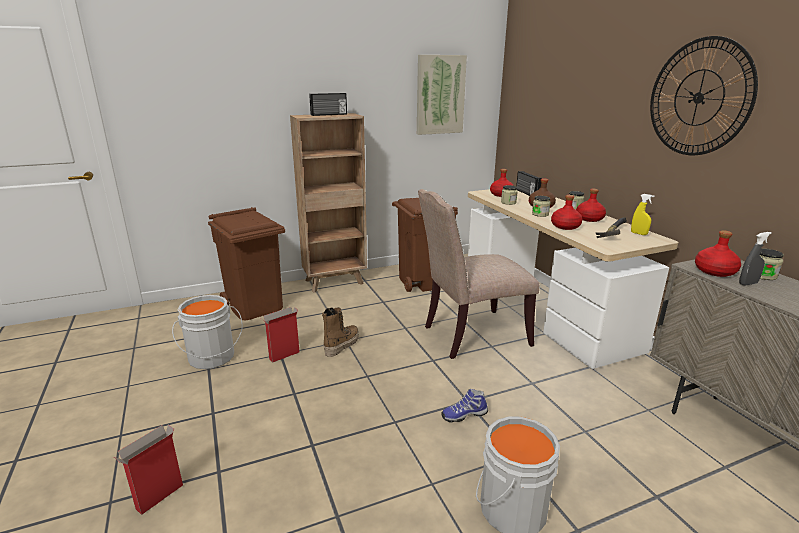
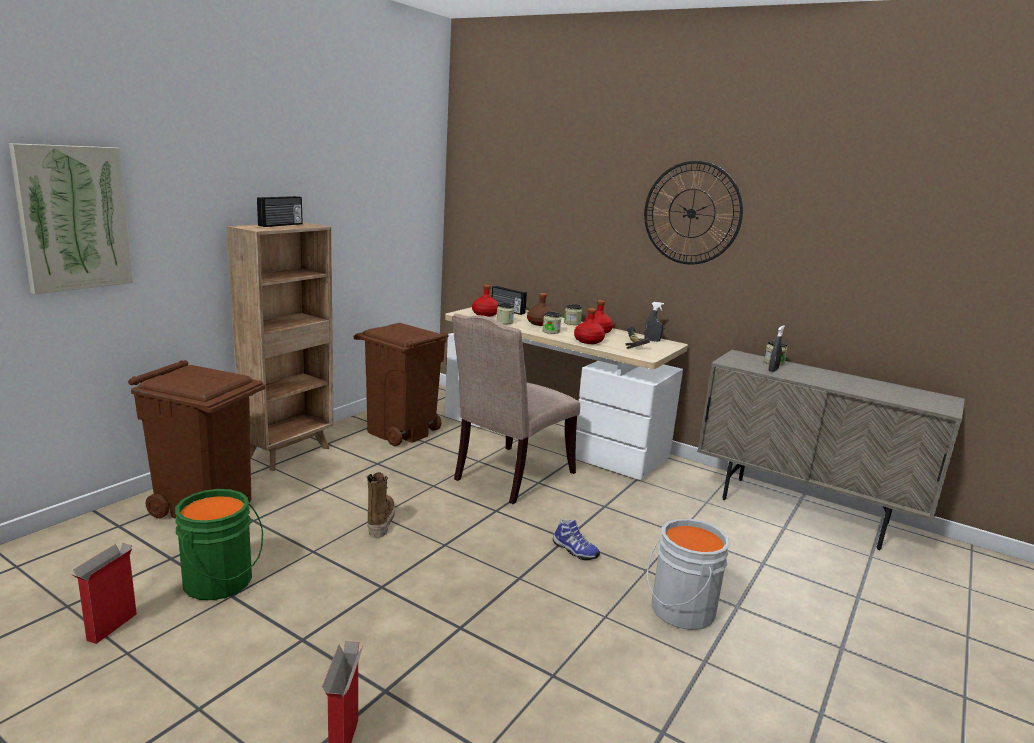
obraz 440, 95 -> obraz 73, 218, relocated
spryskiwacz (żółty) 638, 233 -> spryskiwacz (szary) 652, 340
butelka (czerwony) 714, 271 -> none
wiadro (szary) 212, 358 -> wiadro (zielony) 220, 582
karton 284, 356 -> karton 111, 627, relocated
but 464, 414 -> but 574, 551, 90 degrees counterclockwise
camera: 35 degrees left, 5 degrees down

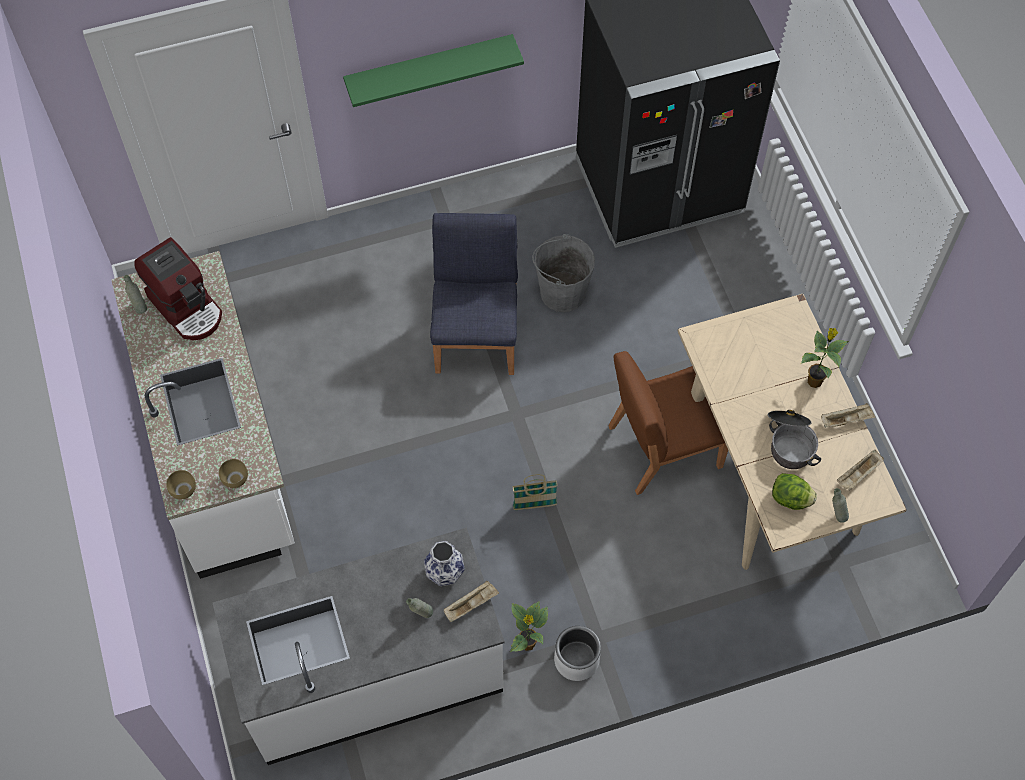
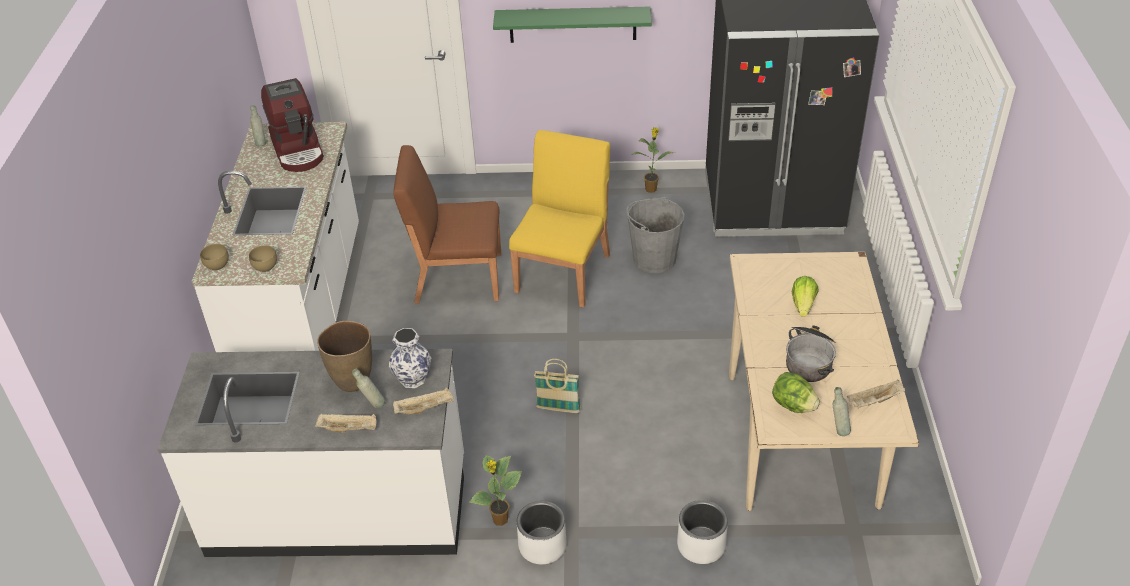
krzesło (niebieski) 477, 334 -> krzesło (żółty) 564, 272
roślina doniczkowa 814, 380 -> roślina doniczkowa 651, 188, relocated
krzesło (brązowy) 663, 446 -> krzesło (brązowy) 457, 277, relocated
taca (beżowy) 846, 420 -> taca (beżowy) 349, 429, relocated
none -> sałata 803, 305
none -> wazon (brązowy) 352, 380
none -> donica (biały) 701, 545
camera: 20 degrees right, 20 degrees down

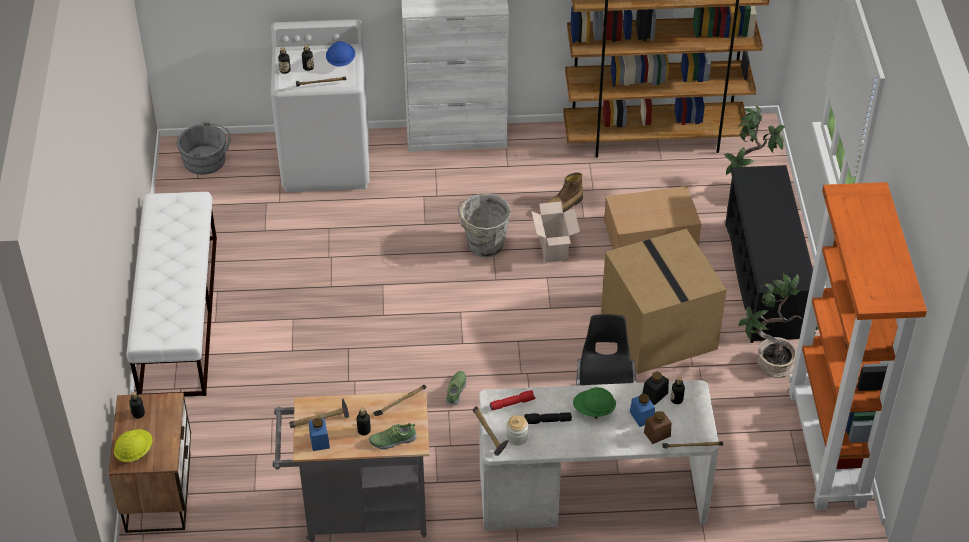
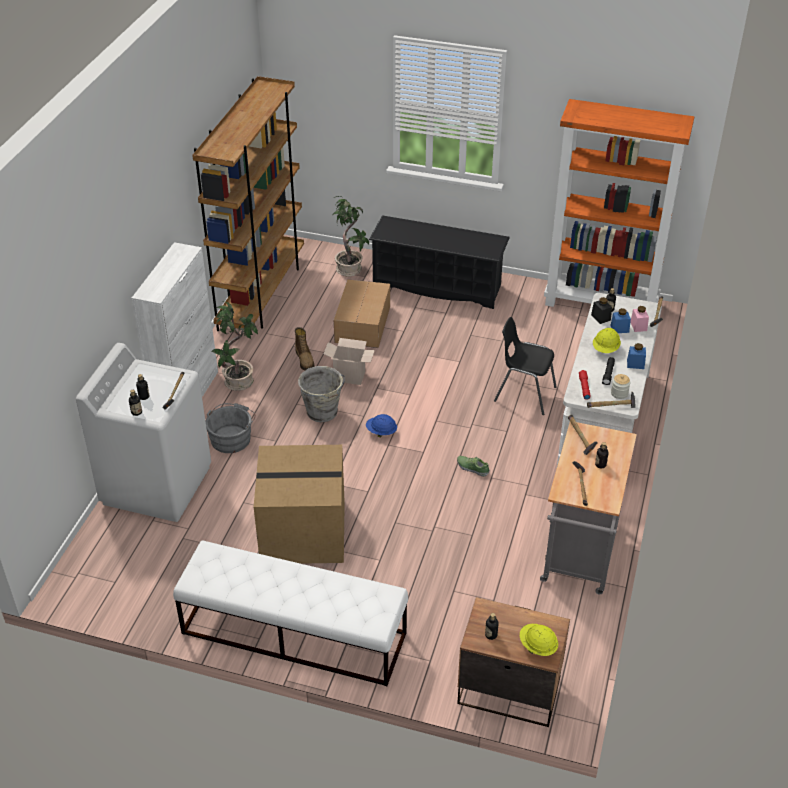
kask (niebieski) 340, 62 -> kask (niebieski) 381, 432, relocated
wiadro (szary) 207, 160 -> wiadro (szary) 232, 438, relocated
karton 660, 331 -> karton 304, 531, relocated
roślina doniczkowa 774, 365 -> roślina doniczkowa 239, 382, relocated
kask (zielony) 593, 410 -> kask (żółty) 605, 349
słoik (brązowy) 657, 434 -> słoik (różowy) 638, 326
słoik (niebieski) 319, 441 -> słoik (niebieski) 635, 364, relocated
but 392, 440 -> none
camera: 70 degrees left, 5 degrees down

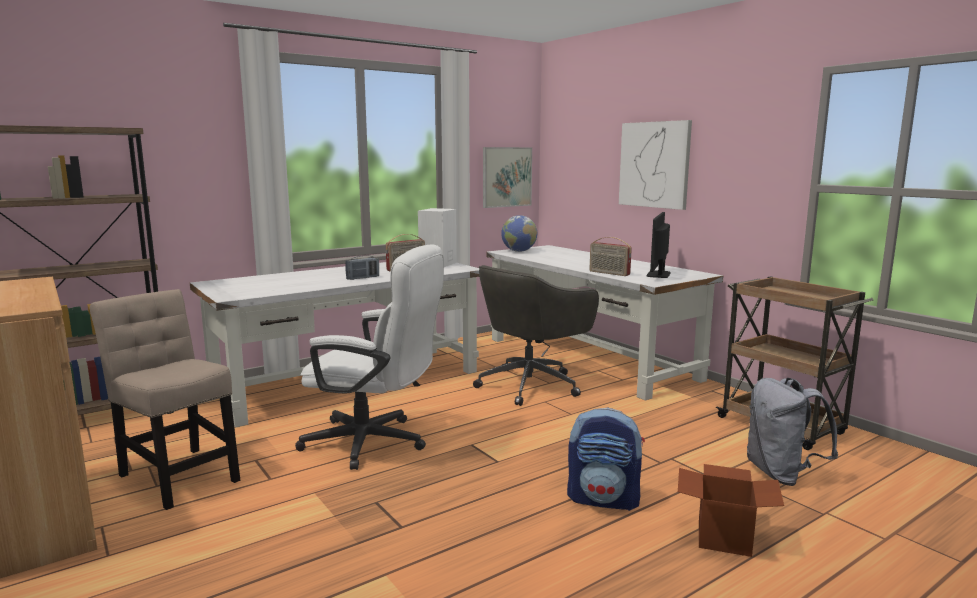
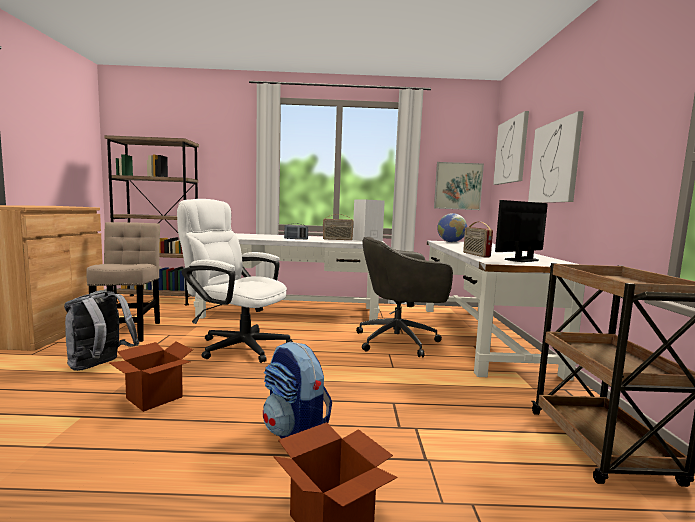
krzesło biurowe (biały) 375, 443 -> krzesło biurowe (biały) 236, 345, 150 degrees clockwise
plecak (szary) 781, 474 -> plecak (szary) 99, 366, relocated
none -> obraz 511, 151
none -> karton 154, 397
camera: 35 degrees right, 5 degrees down

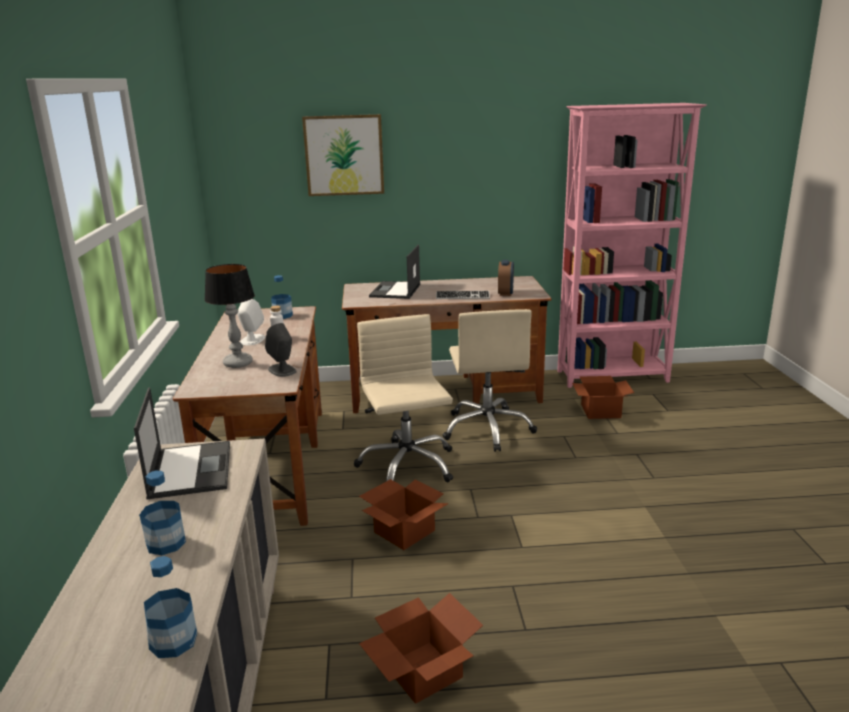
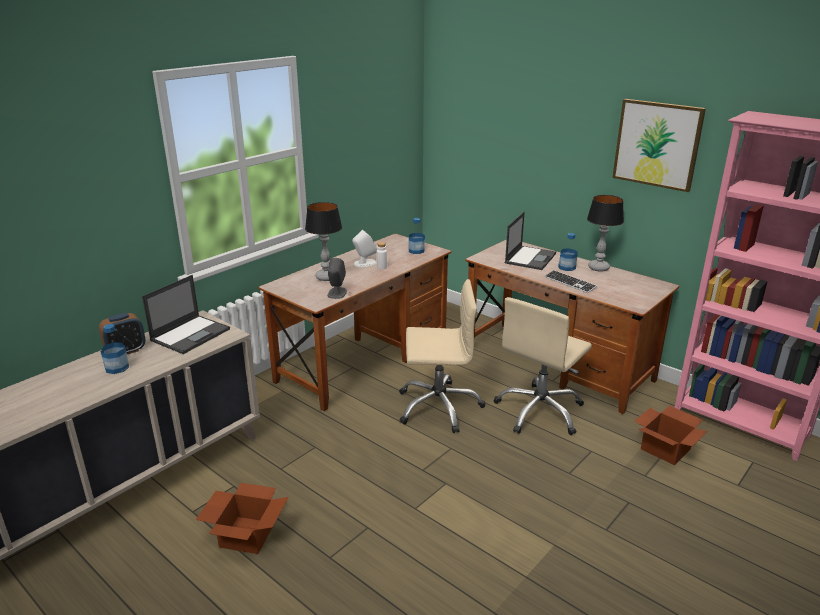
obraz 344, 155 -> obraz 657, 144, relocated
laptop 395, 291 -> laptop 530, 258, 150 degrees clockwise
budzik 505, 293 -> budzik 126, 351, relocated
krzesło biurowe (beżowy) 406, 465 -> krzesło biurowe (beżowy) 438, 406, 60 degrees clockwise
karton 404, 530 -> none
butelka 173, 641 -> butelka 566, 267, relocated
none -> lampa stołowa 598, 268
camera: 45 degrees right, 5 degrees up

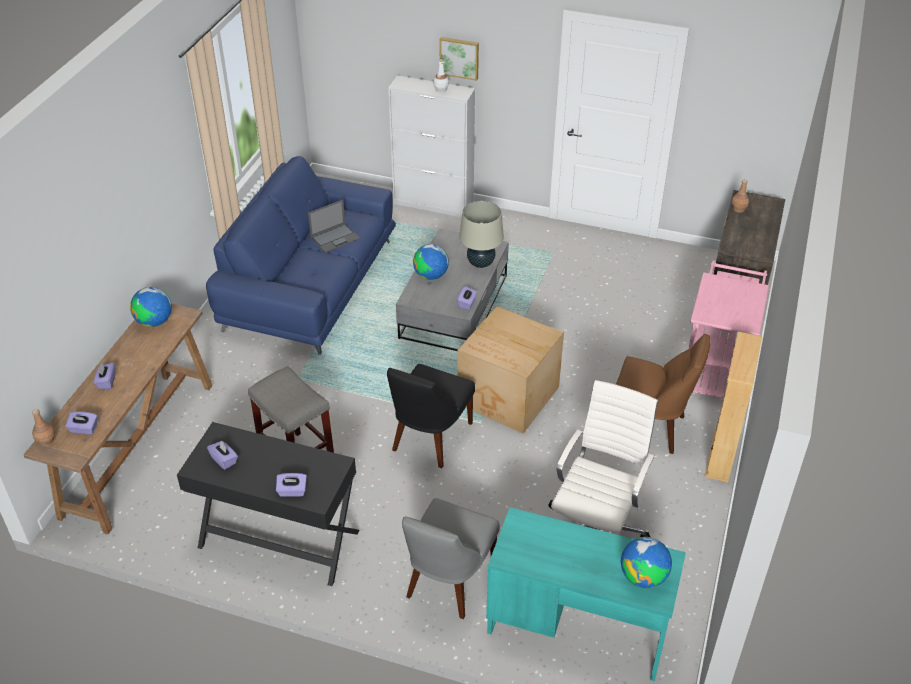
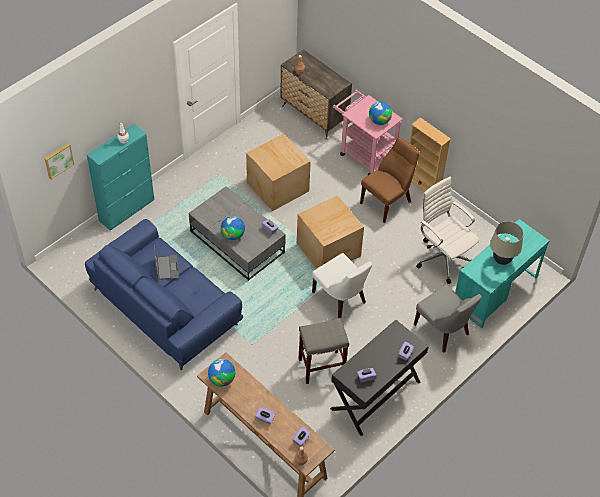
obraz 459, 57 -> obraz 58, 160, relocated
szafka (biały) 433, 204 -> szafka (turkusowy) 127, 210
lampa stołowa (beżowy) 480, 263 -> lampa stołowa (beżowy) 502, 259, relocated
krzesło (czarny) 429, 439 -> krzesło (biały) 340, 299
globus 643, 577 -> globus 379, 121, relocated
none -> karton 278, 186
camera: 65 degrees left, 10 degrees up

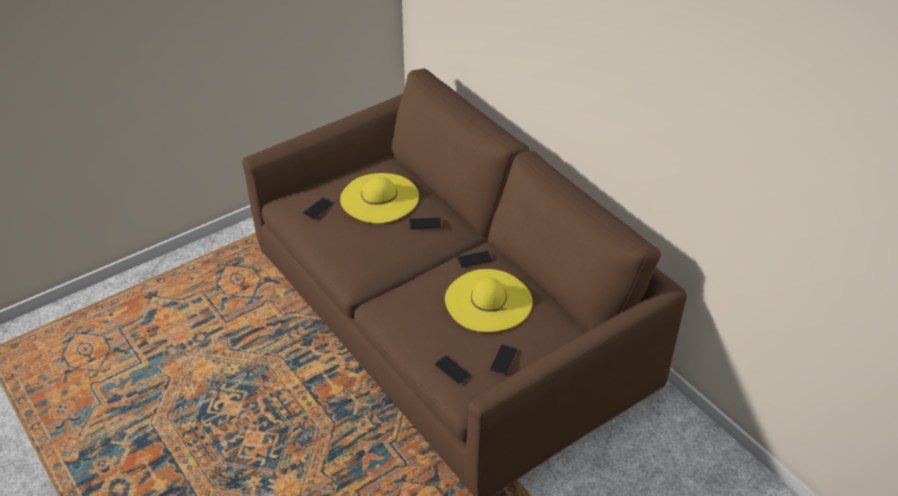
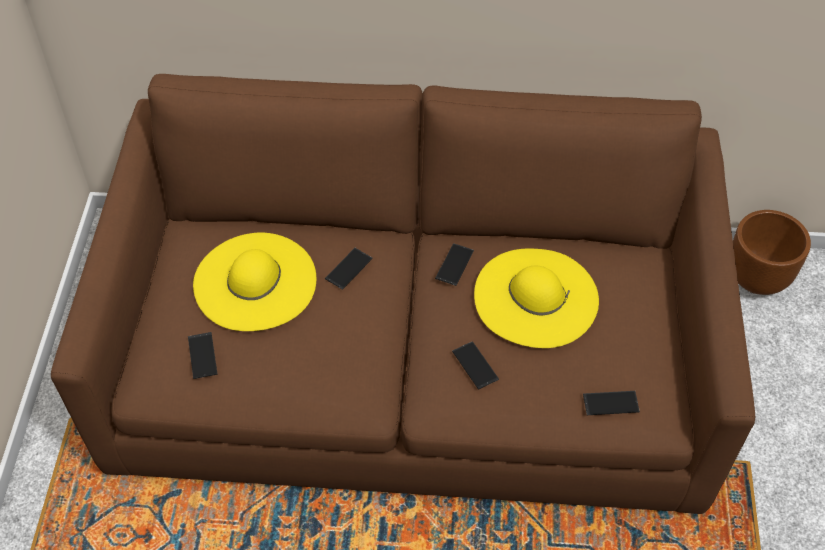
telefon 503, 359 -> telefon 475, 365, relocated
none -> donica (brązowy) 757, 278
camera: 50 degrees left, 10 degrees up

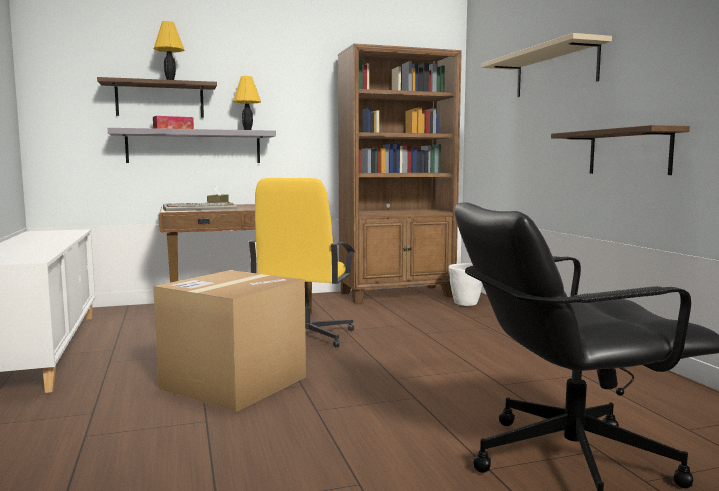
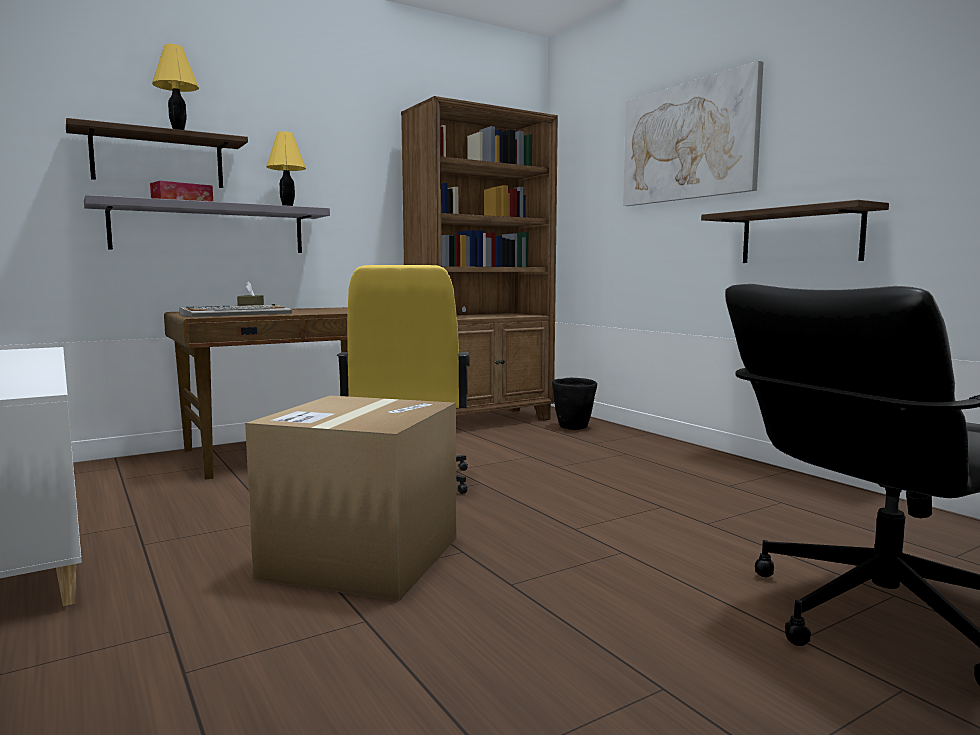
półka (beżowy) 555, 71 -> obraz 687, 142
donica (biały) 466, 304 -> donica (czarny) 573, 428
camera: 15 degrees left, 0 degrees up

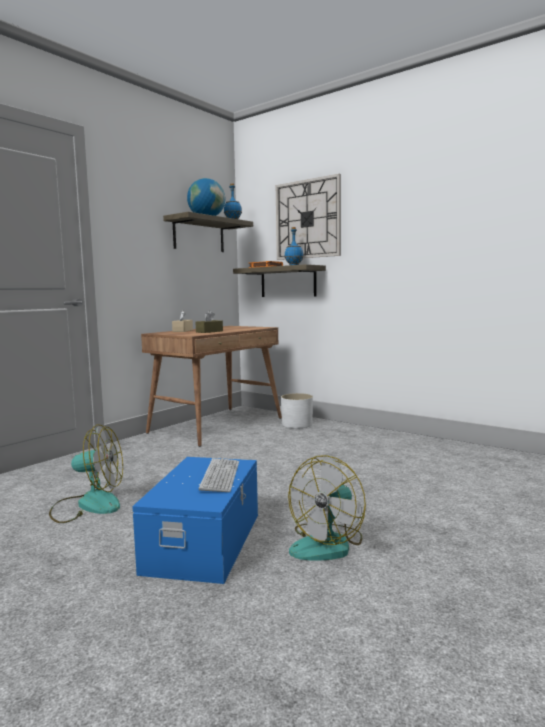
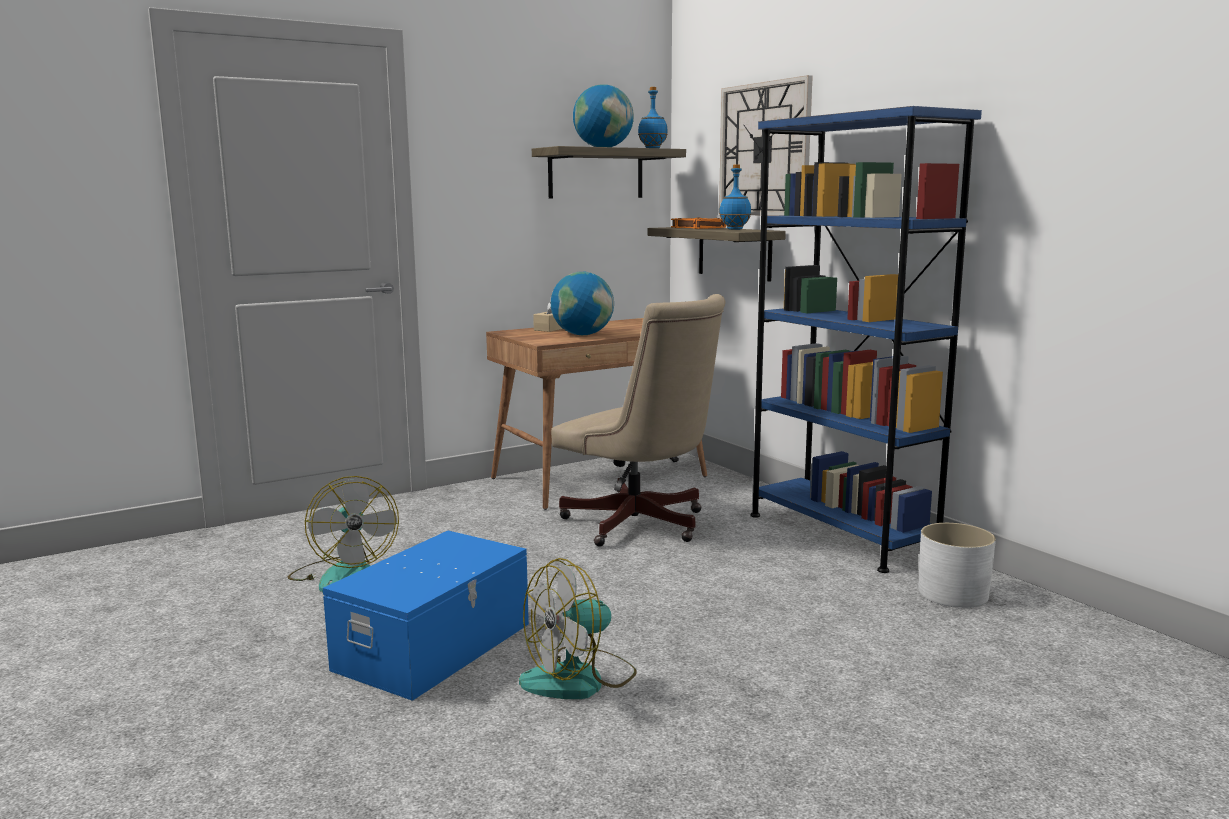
pudełko chusteczek (brązowy) 209, 331 -> globus 582, 335
donica (biały) 297, 424 -> donica (biały) 953, 594, relocated
wentylator 88, 505 -> wentylator 343, 574, 45 degrees clockwise
klawiatura 220, 476 -> none
none -> regał (niebieski) 841, 534
none -> krzesło biurowe (beżowy) 641, 526
camera: 20 degrees right, 5 degrees up

